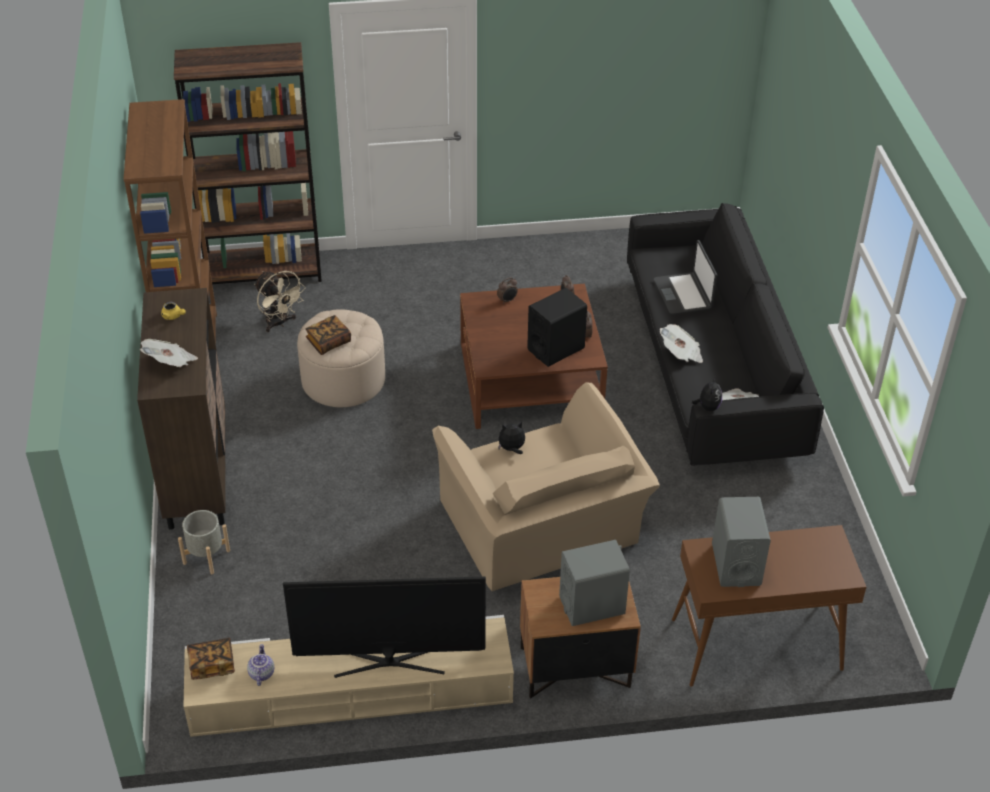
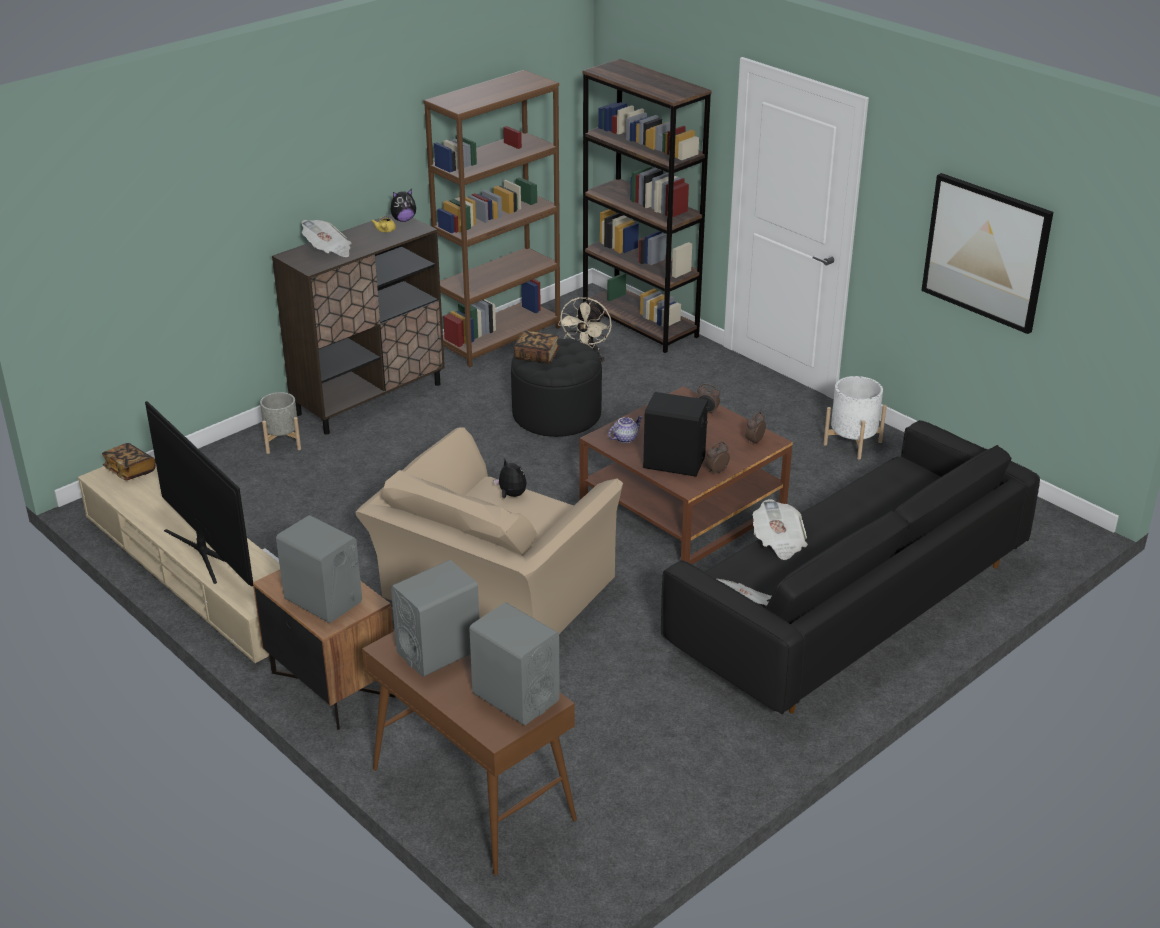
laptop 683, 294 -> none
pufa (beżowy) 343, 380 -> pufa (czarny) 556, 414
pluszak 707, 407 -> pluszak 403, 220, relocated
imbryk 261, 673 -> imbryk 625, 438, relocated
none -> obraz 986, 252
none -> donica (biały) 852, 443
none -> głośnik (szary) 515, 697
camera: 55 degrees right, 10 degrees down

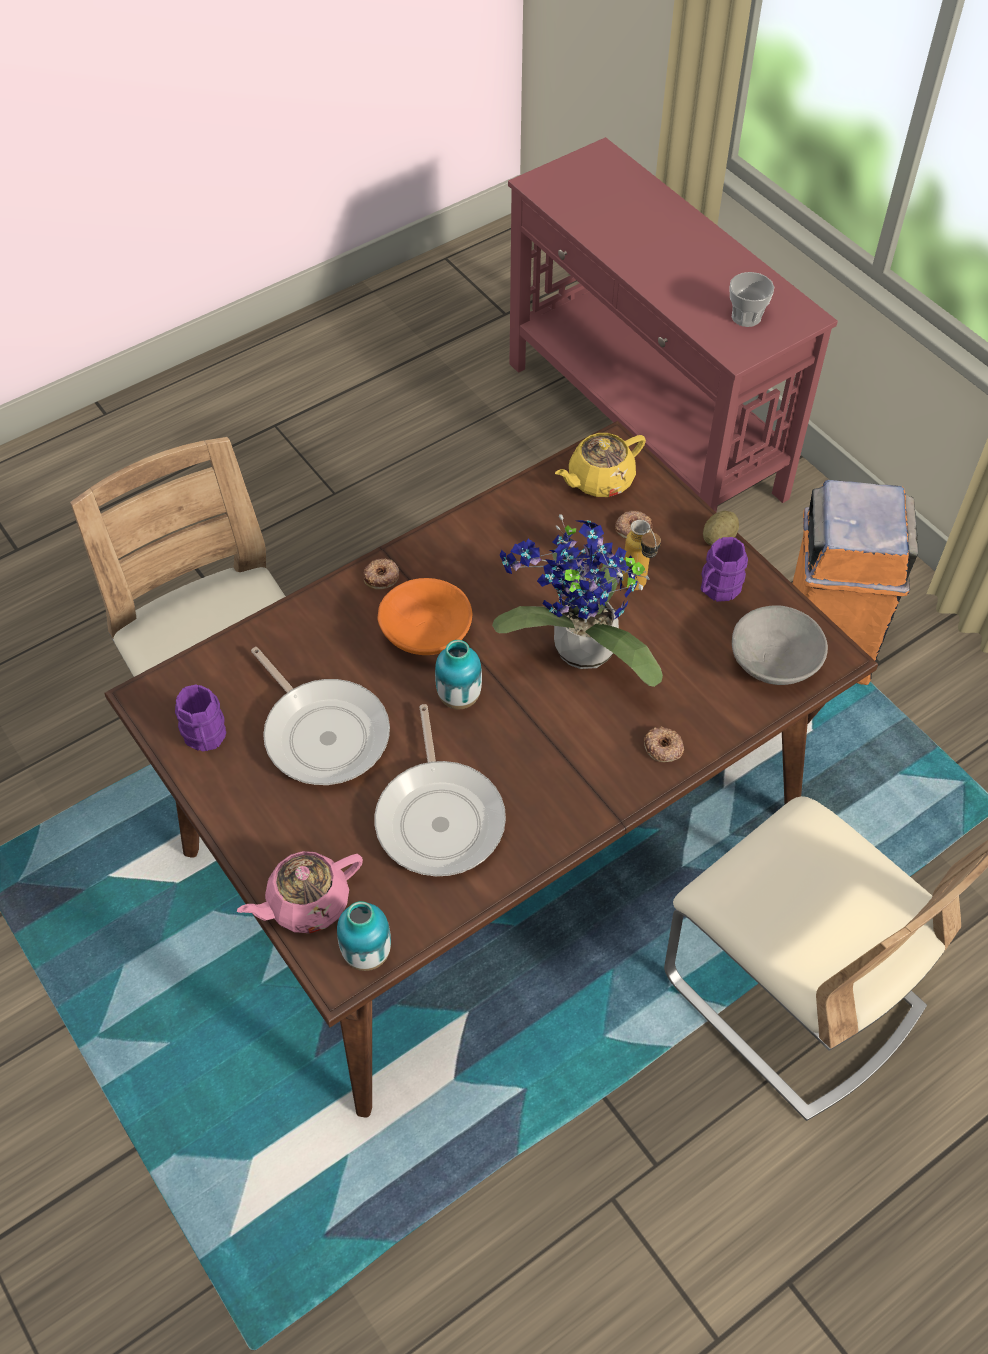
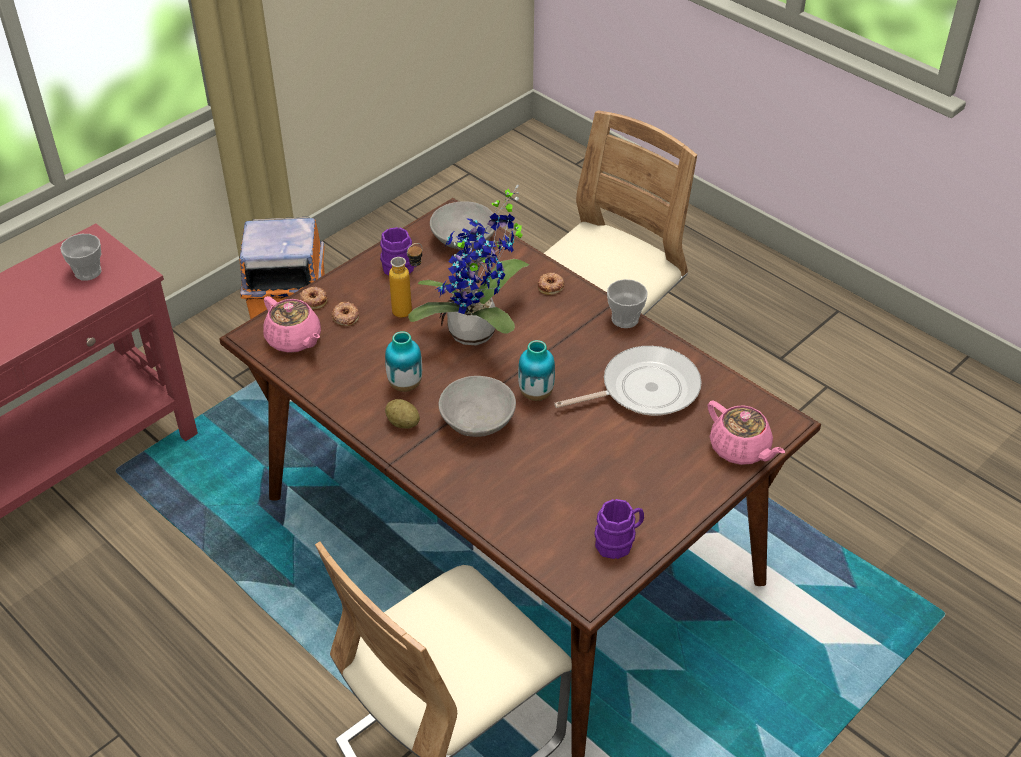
imbryk (żółty) 599, 480 -> imbryk (różowy) 294, 340
ziemniak 718, 538 -> ziemniak 403, 423, relocated
donut 382, 577 -> donut 314, 300, relocated
miska (pomarańczowy) 426, 633 -> miska (szary) 477, 422
patelnia 323, 732 -> none
wazon 367, 954 -> wazon 405, 385, relocated
none -> filiżanka 625, 319
camera: 100 degrees left, 10 degrees down

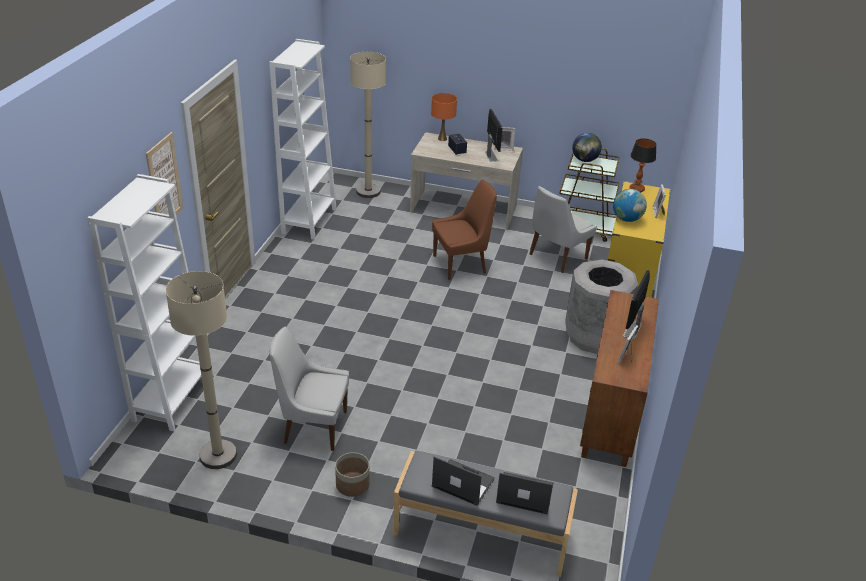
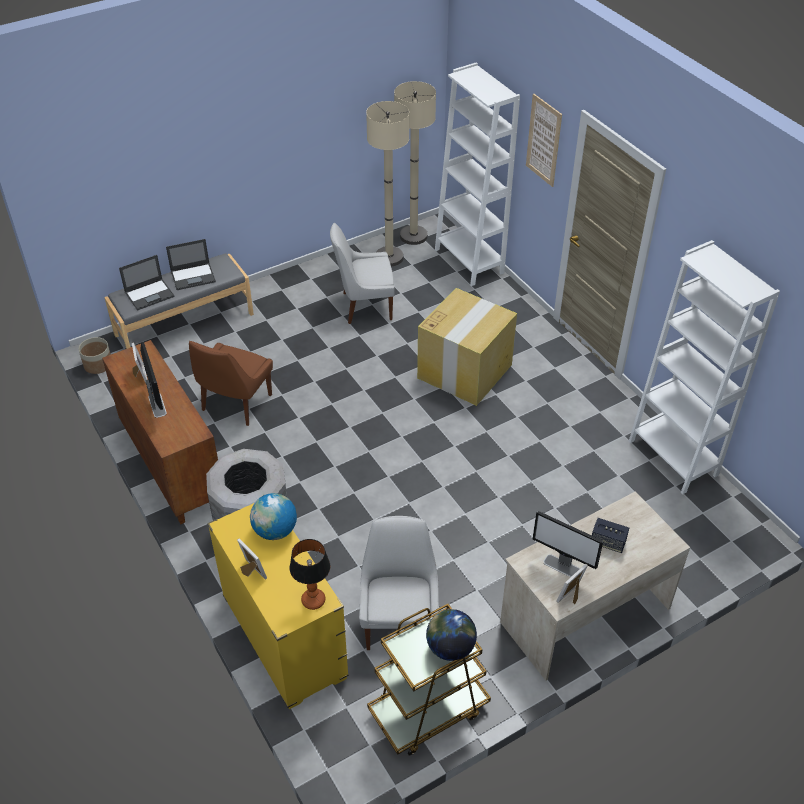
lampa stojąca (beżowy) 368, 192 -> lampa stojąca (beżowy) 413, 236, relocated
lampa stołowa (pomarańczowy) 442, 139 -> none
krzesło (brązowy) 461, 264 -> krzesło (brązowy) 235, 404, relocated
krzesło (biały) 312, 426 -> krzesło (biały) 364, 306, 150 degrees counterclockwise
donica 352, 485 -> donica 98, 364, relocated
none -> karton 465, 370
camera: 135 degrees right, 10 degrees up

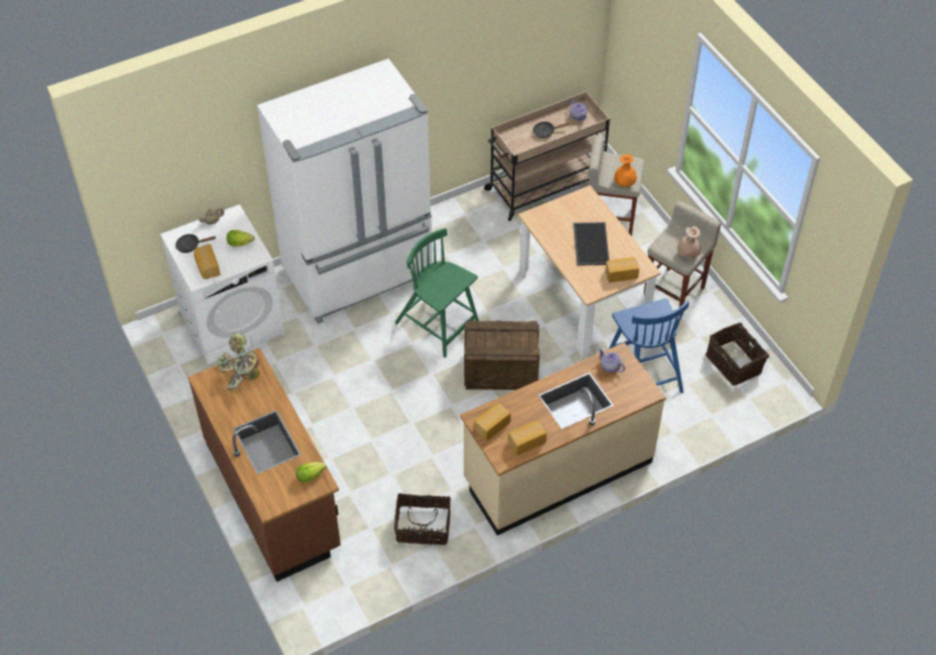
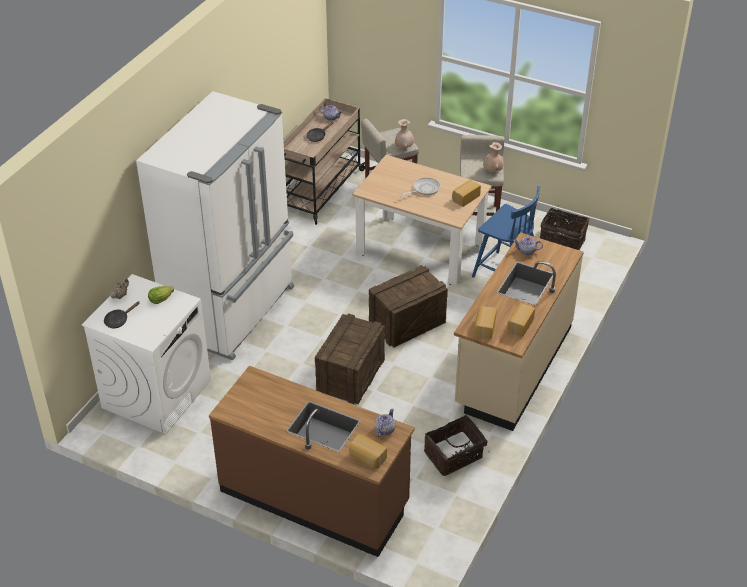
wazon (pomarańczowy) 624, 184 -> wazon (beżowy) 404, 147
taca 590, 243 -> patelnia 424, 189
krzesło (zielony) 438, 325 -> none
chleb 207, 267 -> chleb 367, 458, relocated
roślina doniczkowa 240, 375 -> none
sałata 312, 475 -> imbryk 384, 429
none -> skrzynka 350, 375
camera: 35 degrees left, 10 degrees down

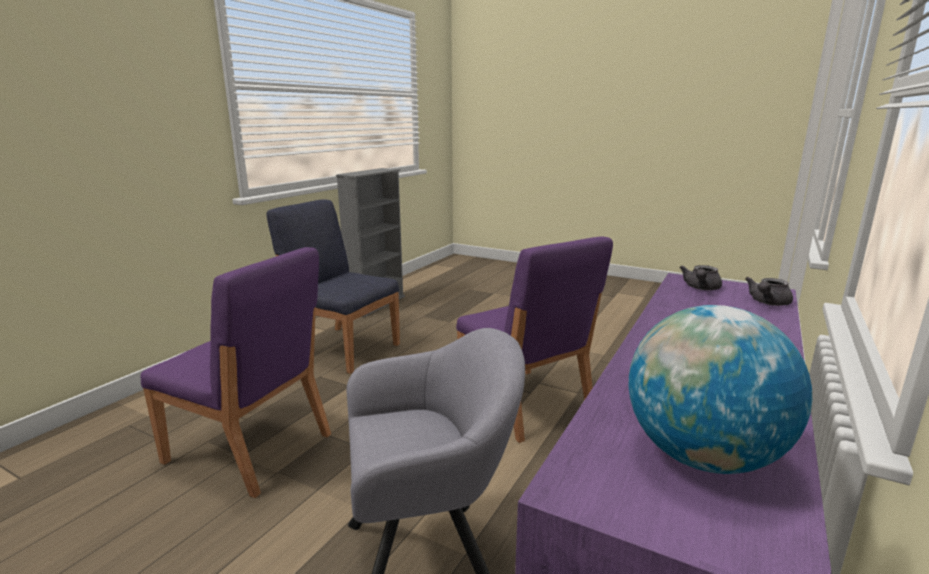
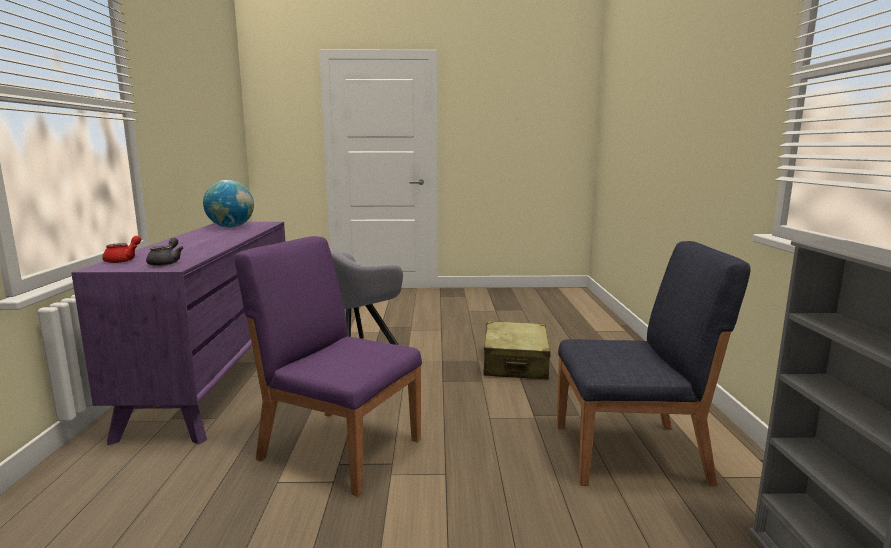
krzesło (fioletowy) 250, 449 -> walizka (beżowy) 515, 363
imbryk (szary) 767, 303 -> imbryk (czerwony) 124, 260
camera: 150 degrees right, 5 degrees down

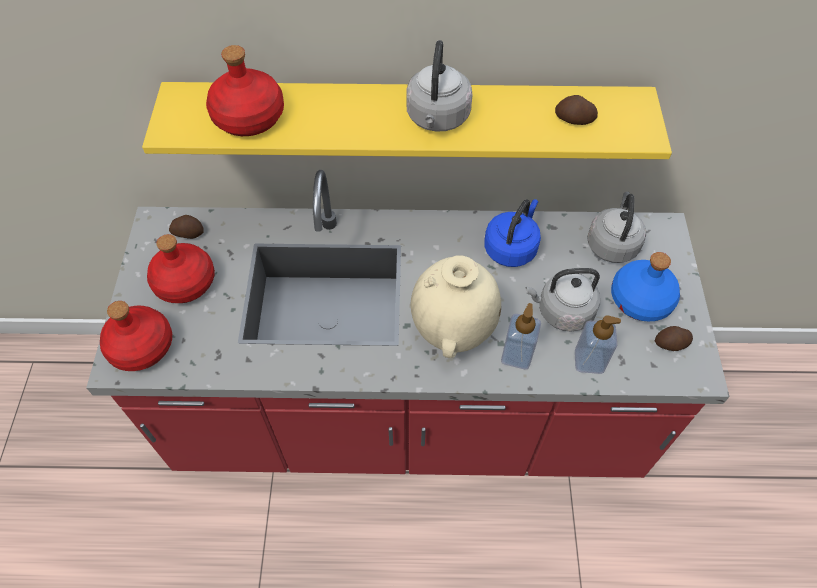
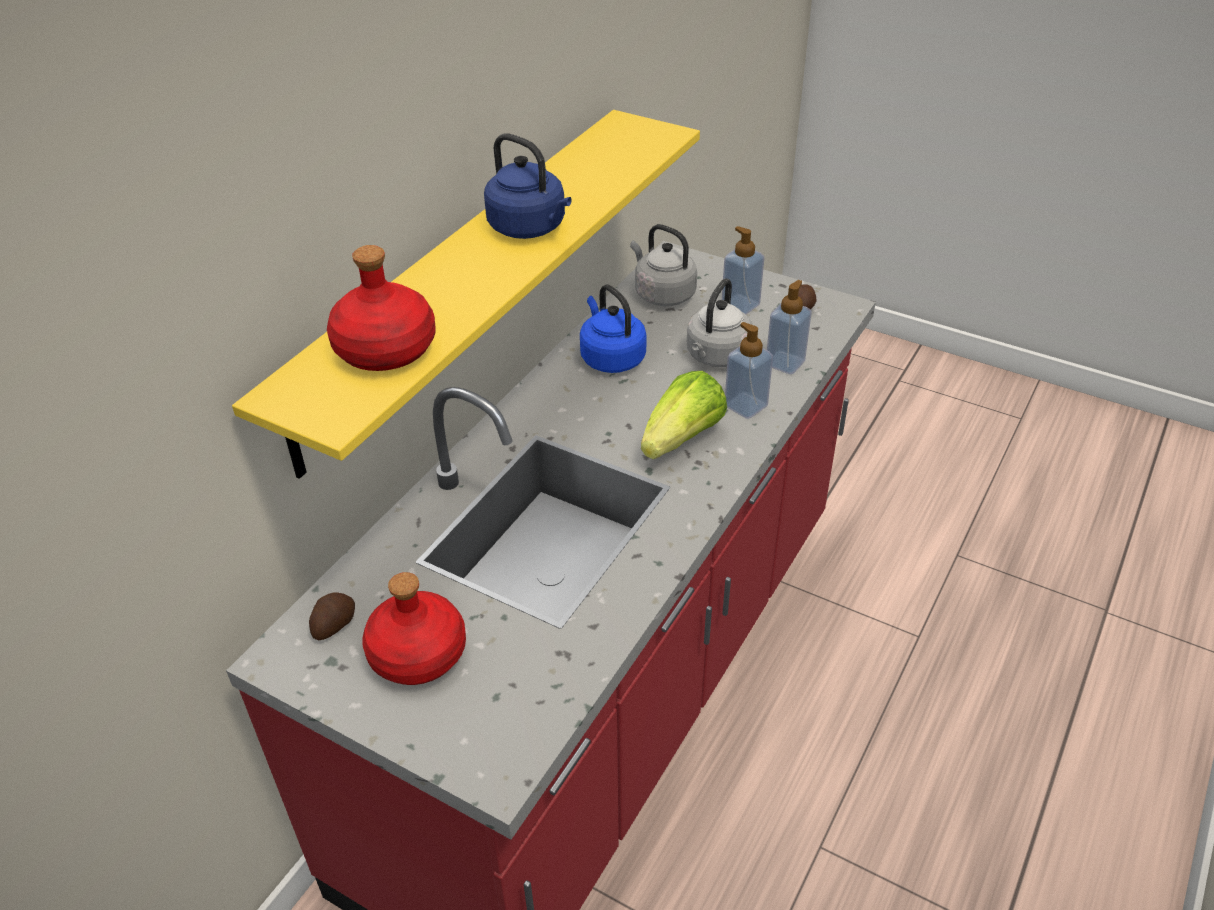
czajnik (szary) 437, 119 -> czajnik (niebieski) 530, 228
ziemniak 574, 120 -> none
butelka (niebieski) 640, 300 -> dozownik mydła 740, 305
wazon (beżowy) 453, 330 -> sałata 682, 438
butelka (czerwony) 141, 346 -> none
camera: 60 degrees left, 15 degrees down

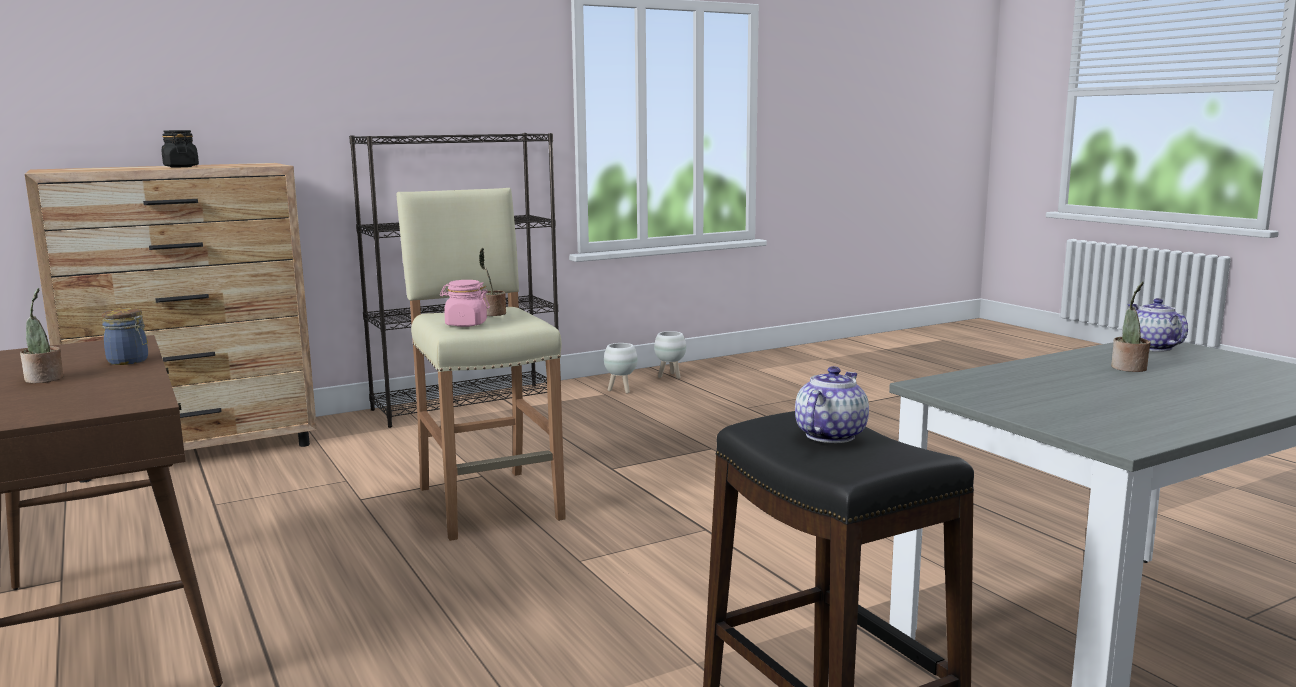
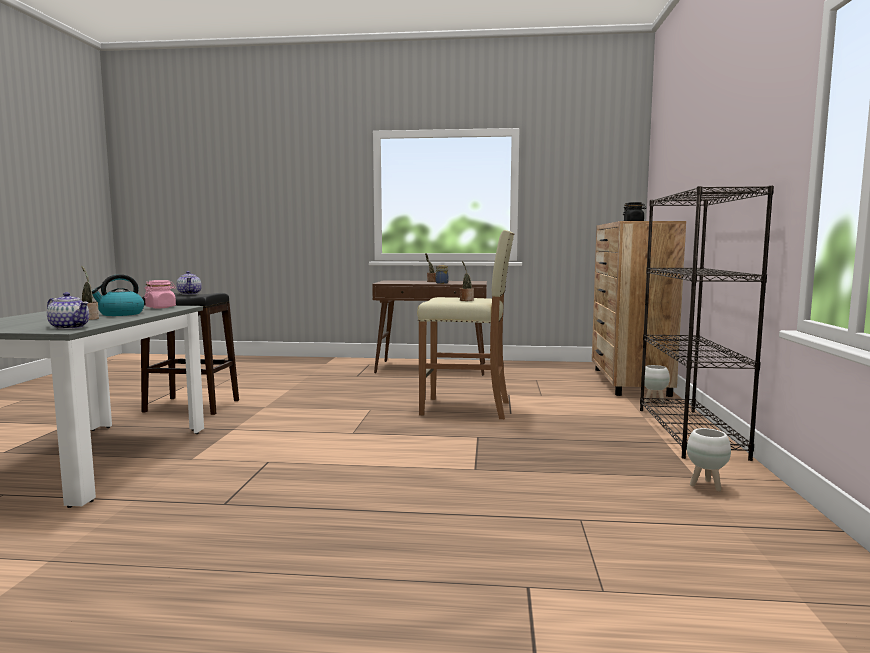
słoik (różowy) 466, 324 -> słoik (różowy) 161, 307, relocated
donica (biały) 670, 376 -> donica (biały) 654, 402, relocated
none -> czajnik 120, 314
camera: 125 degrees right, 5 degrees down

